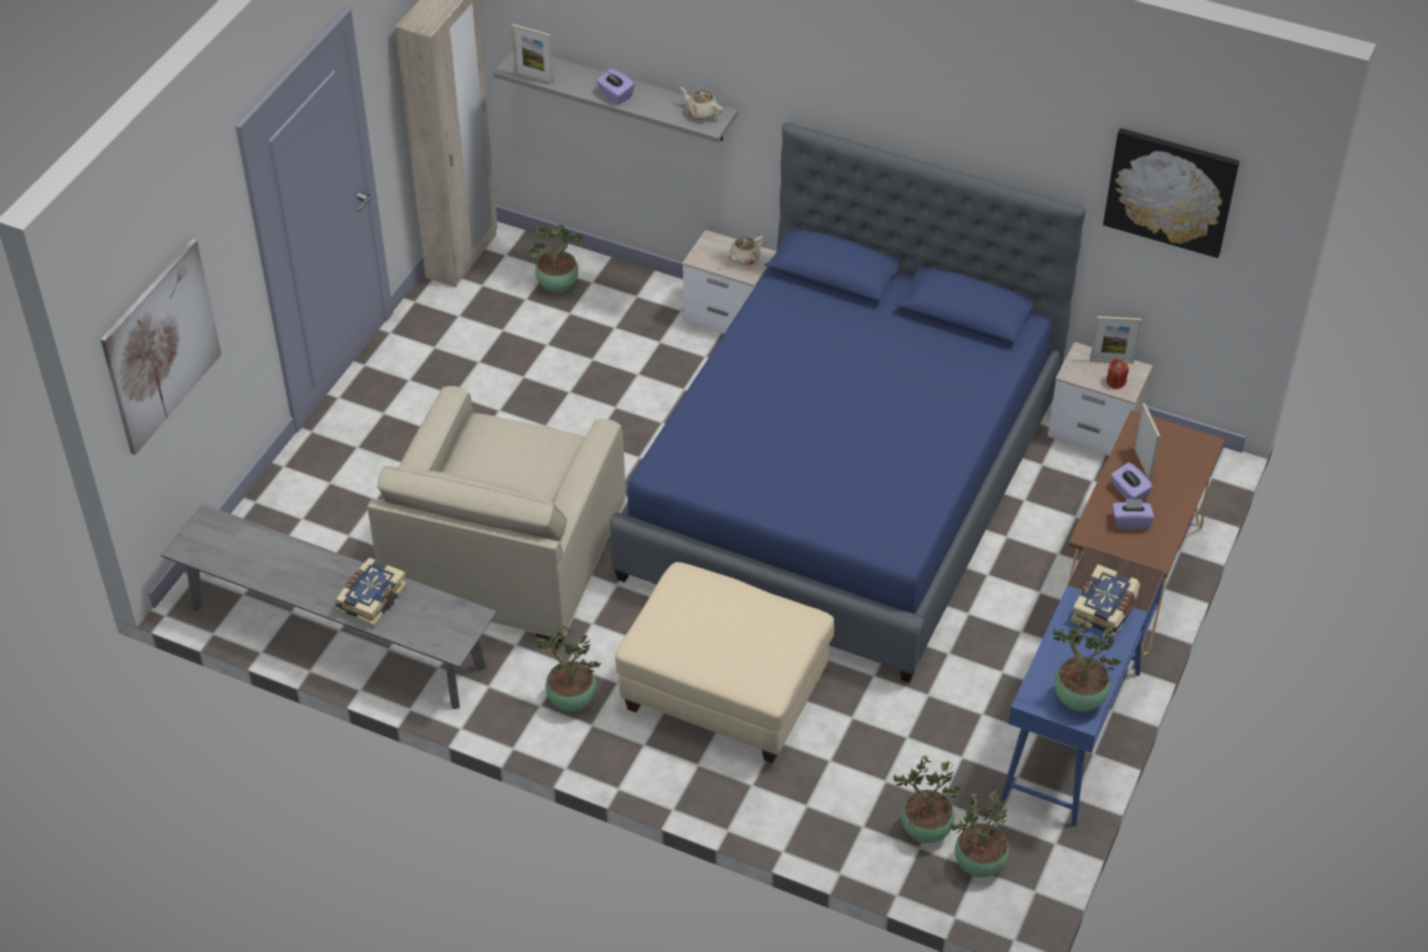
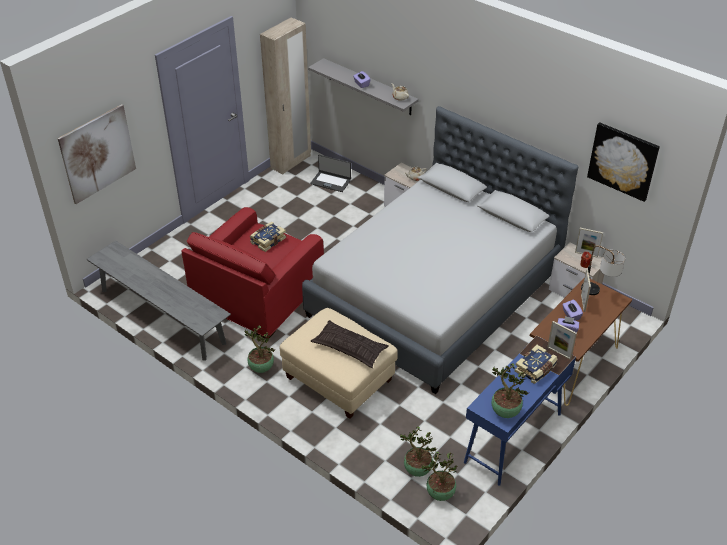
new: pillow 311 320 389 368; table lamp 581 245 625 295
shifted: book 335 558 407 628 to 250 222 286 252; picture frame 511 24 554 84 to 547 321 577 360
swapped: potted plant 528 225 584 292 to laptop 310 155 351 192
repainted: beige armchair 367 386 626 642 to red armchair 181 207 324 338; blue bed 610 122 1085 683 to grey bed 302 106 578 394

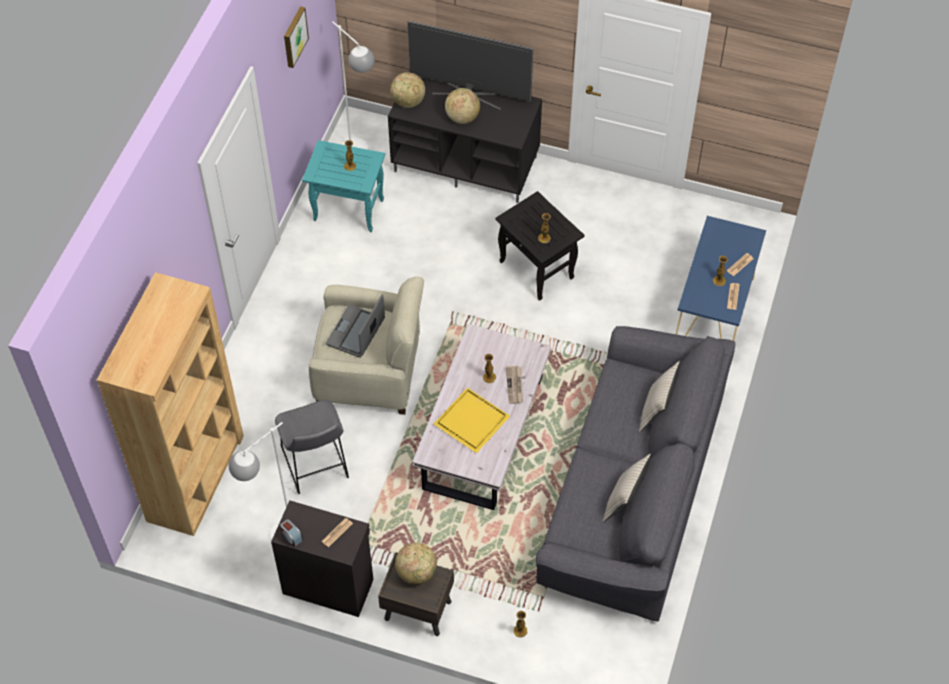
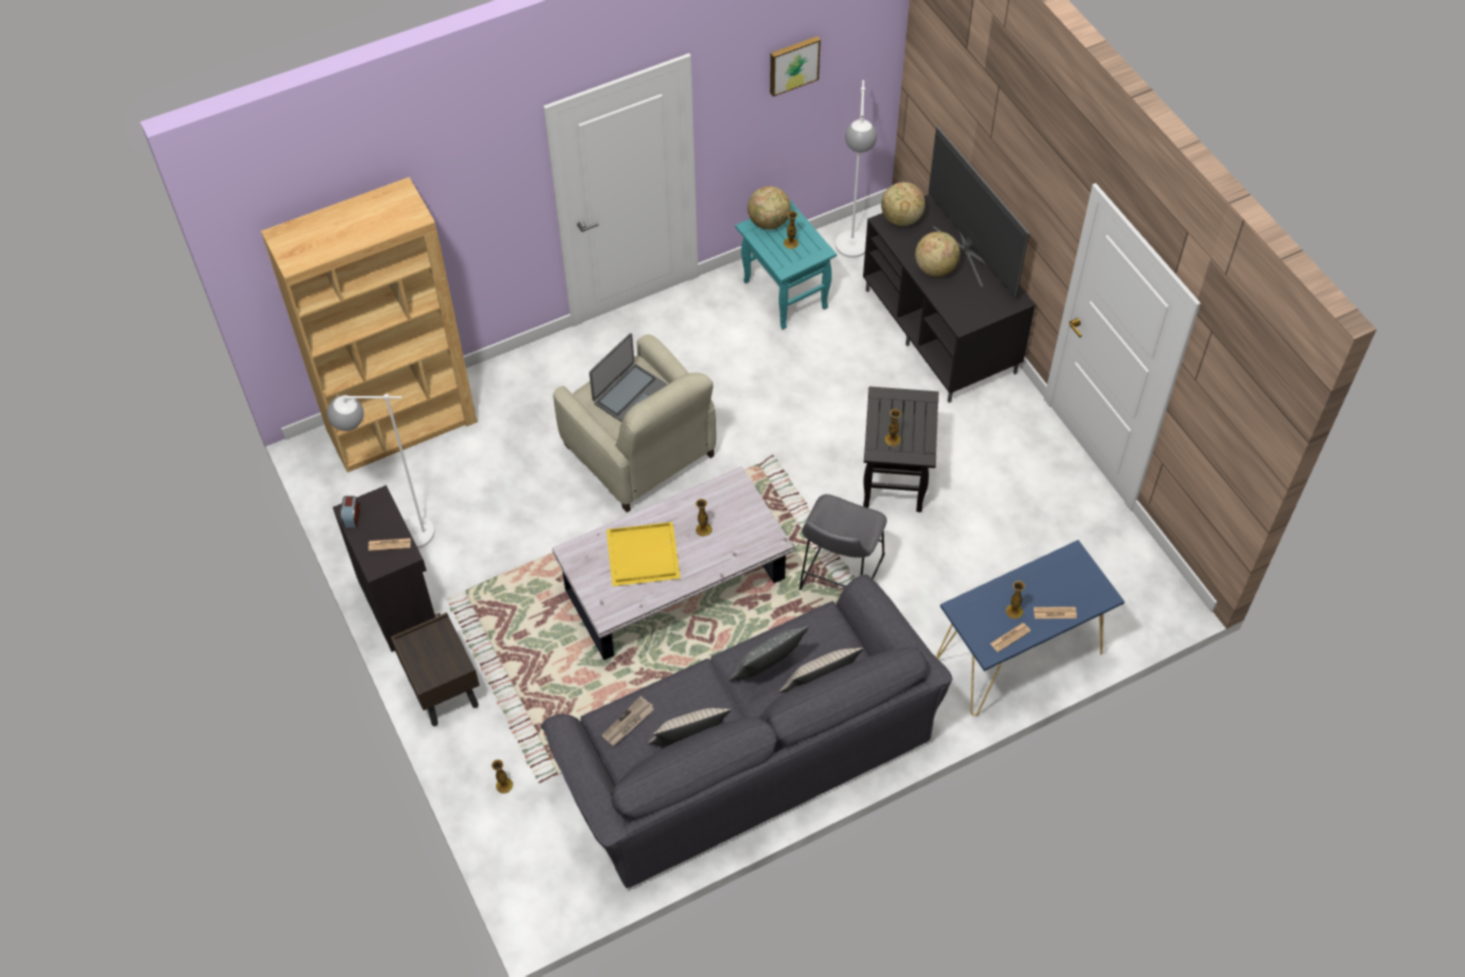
new: grey pillow 728 626 808 681
shifted: grey stool 275 400 349 494 to 799 494 887 590; globe 395 543 437 585 to 748 186 791 230; newspaper 506 366 523 404 to 602 696 654 746
rotated: laptop 326 295 385 358 = 589 333 668 422 150 degrees clockwise

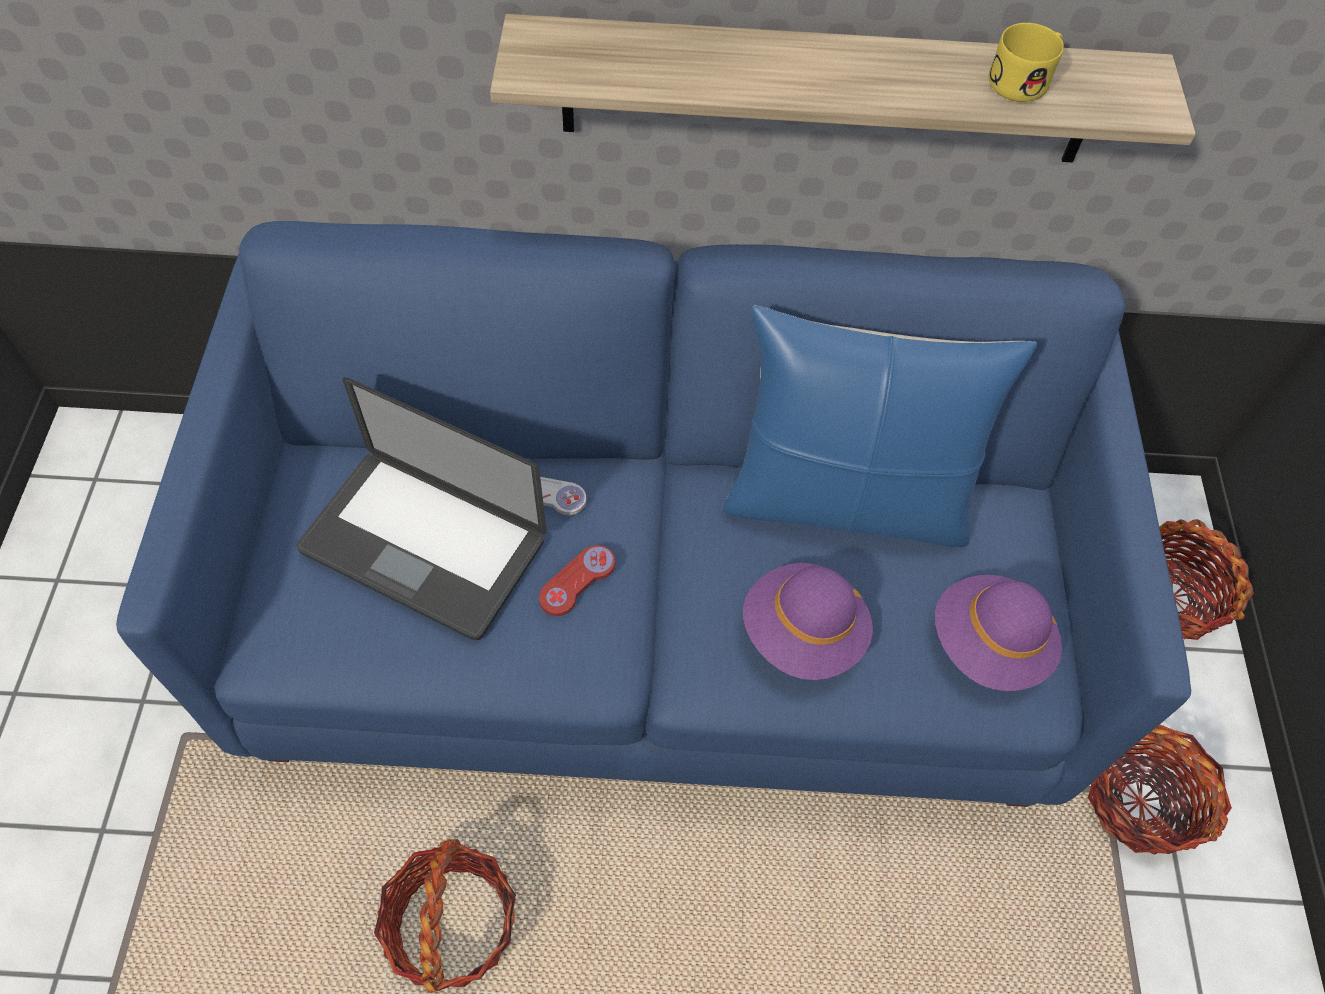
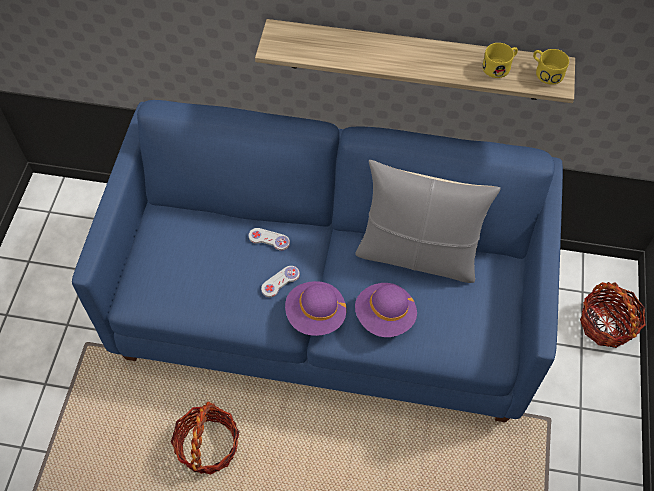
gone: laptop 296 377 547 640; basket 1088 724 1232 855
new: yellow mug 533 49 569 85
shifted: purple hat 935 575 1062 691 to 285 281 347 336
repainted: red game controller 539 545 615 616 to white game controller 261 266 300 297; blue pillow 723 306 1037 547 to grey pillow 355 160 500 283

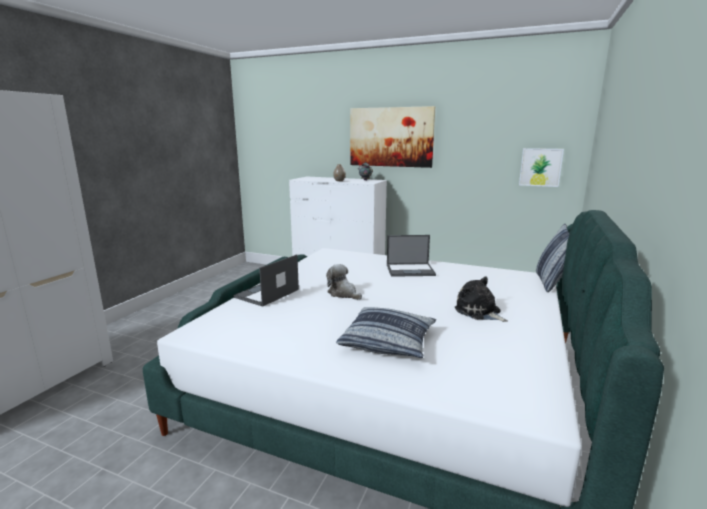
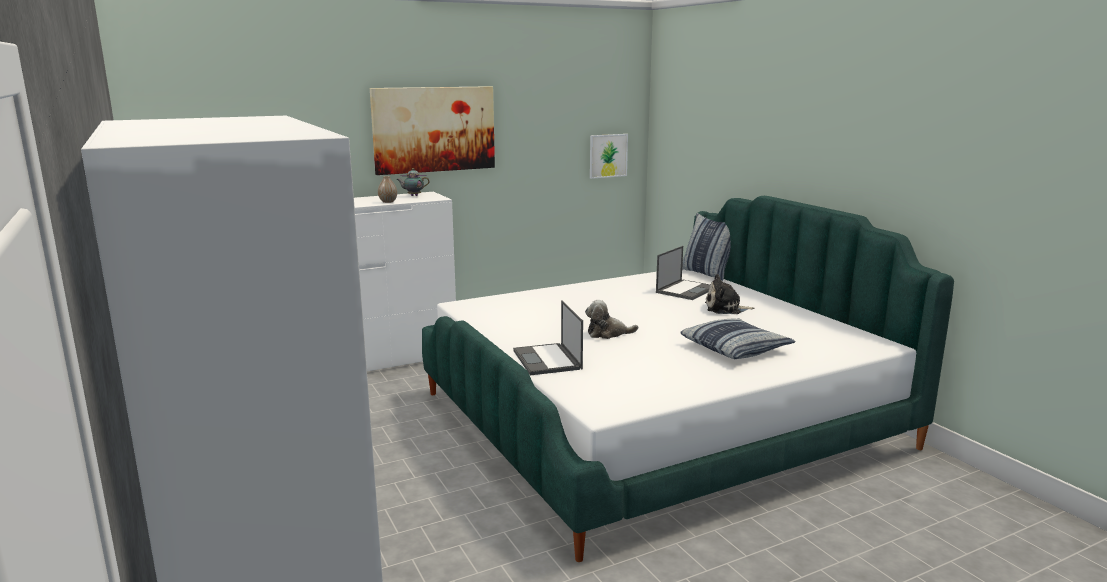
shifted: laptop 387 235 436 277 to 656 246 710 300

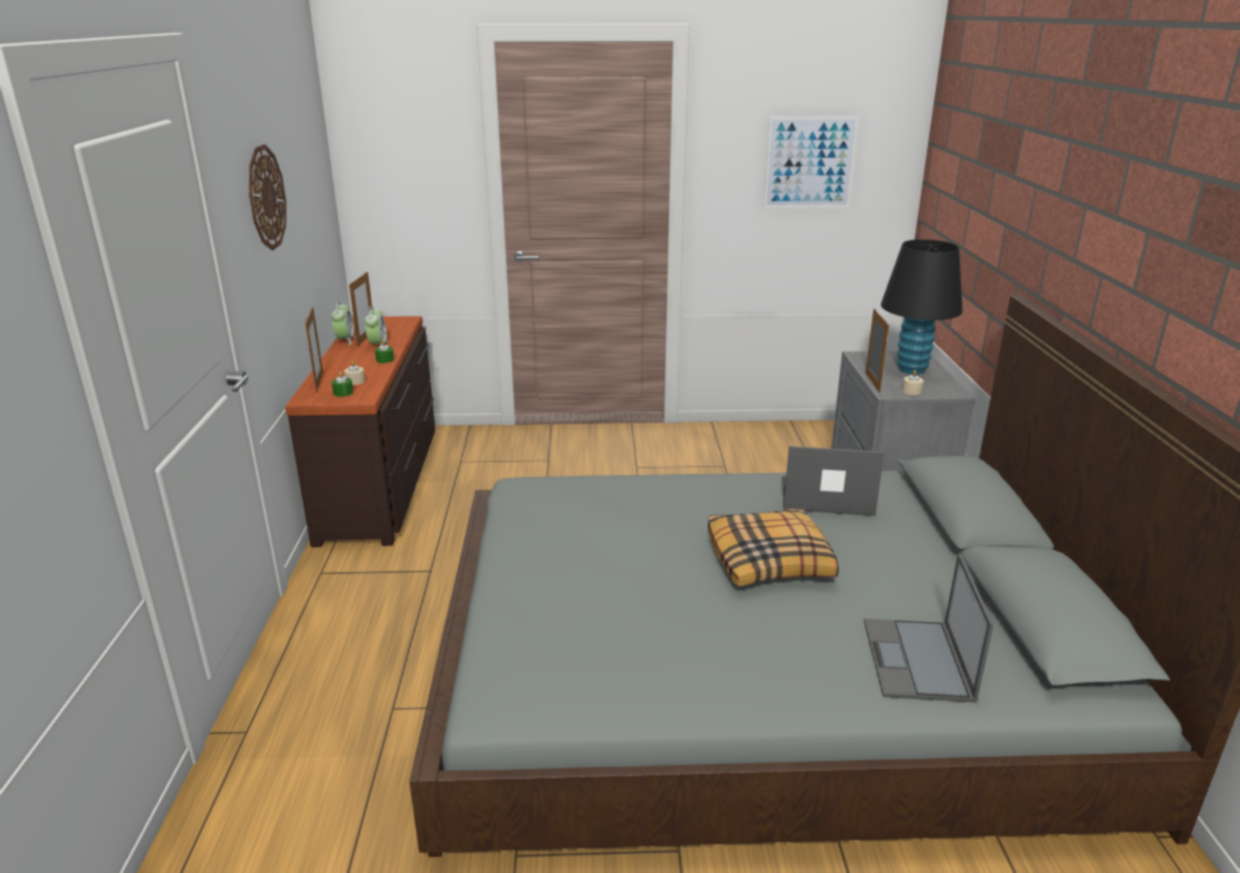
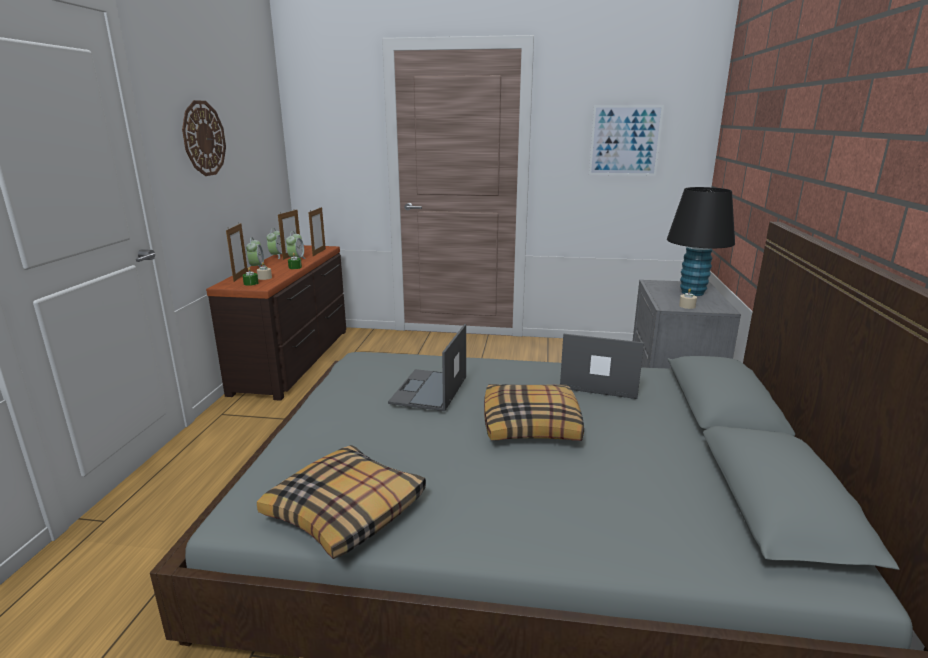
new: alarm clock 246 237 265 268; pillow 257 445 426 559
shifted: laptop 864 553 994 702 to 388 324 466 411; picture frame 865 309 889 393 to 308 206 326 256

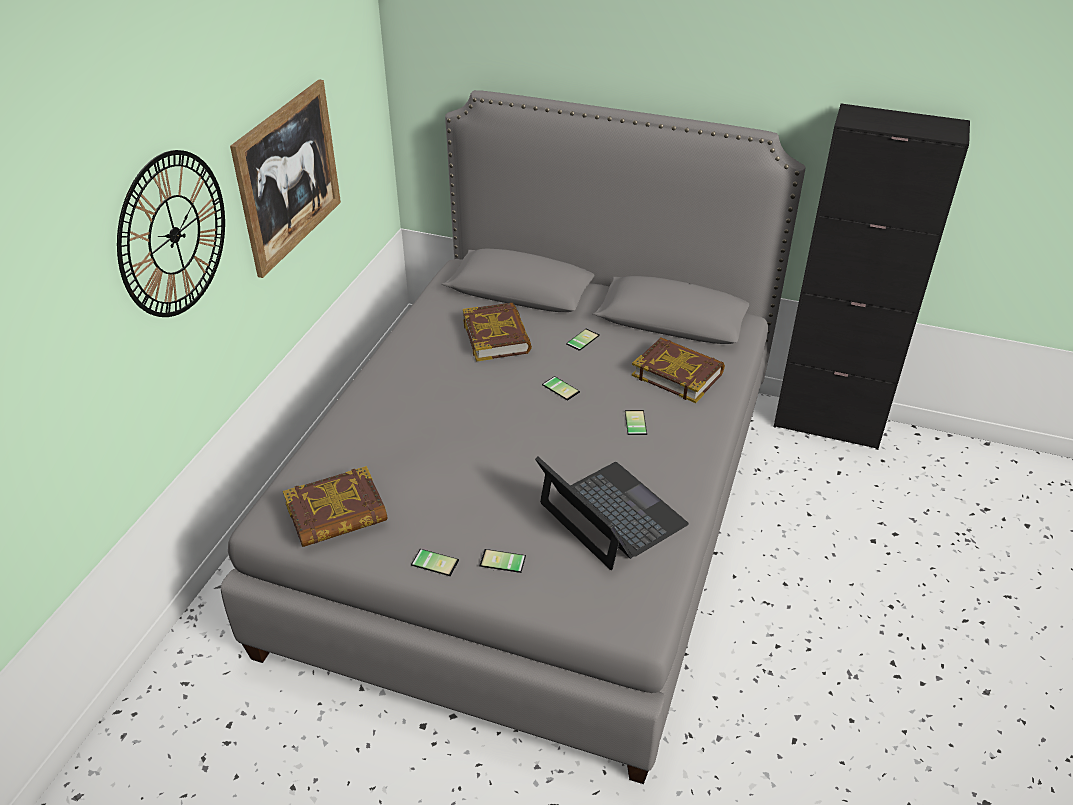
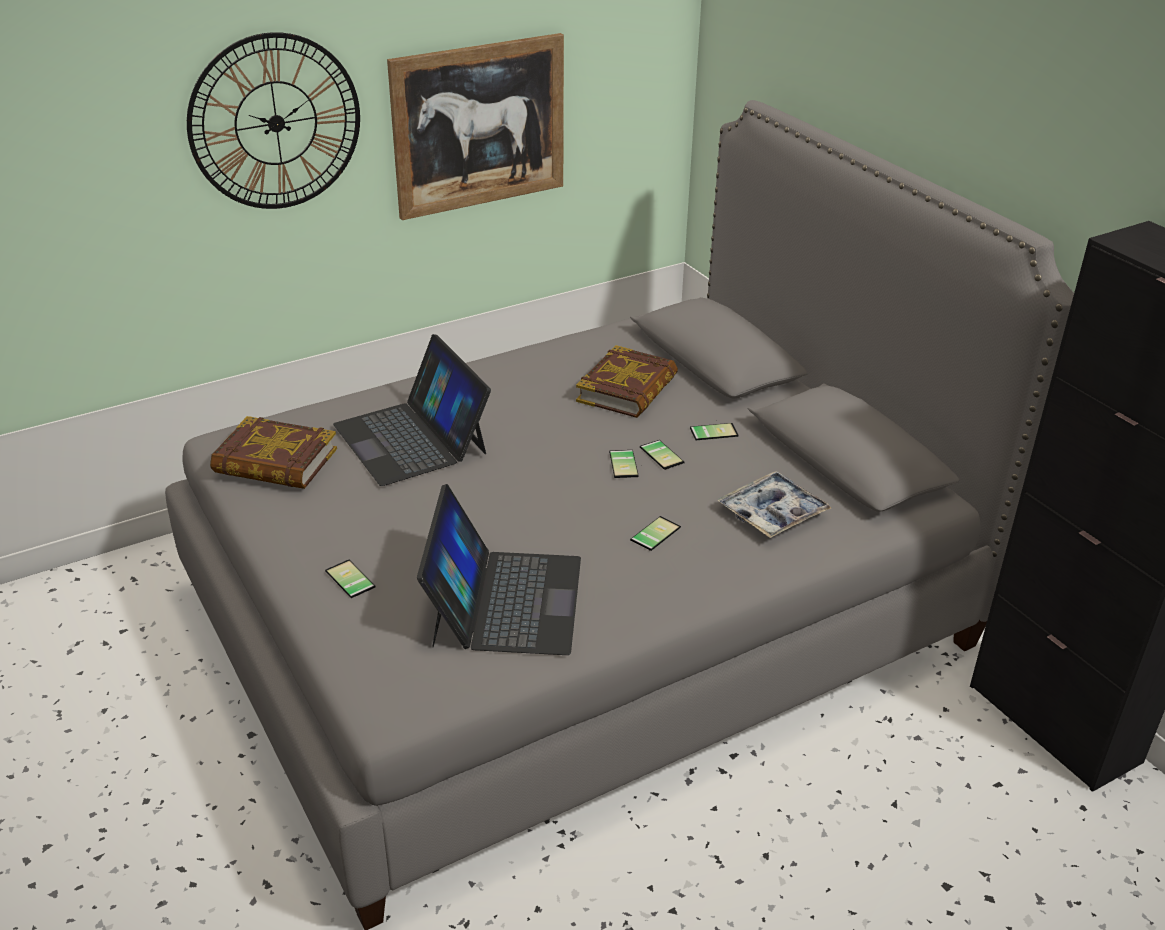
new: laptop 333 334 491 486
shifted: phone 411 549 459 576 to 640 440 684 470
swapped: book 632 338 725 403 to tray 717 471 831 538

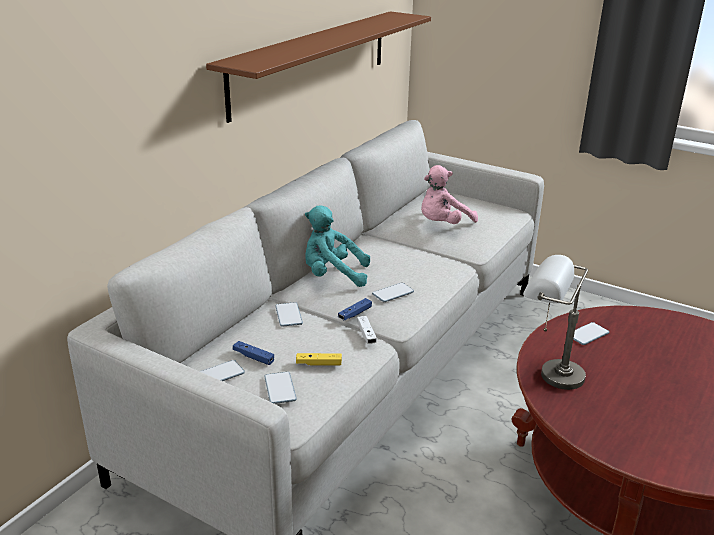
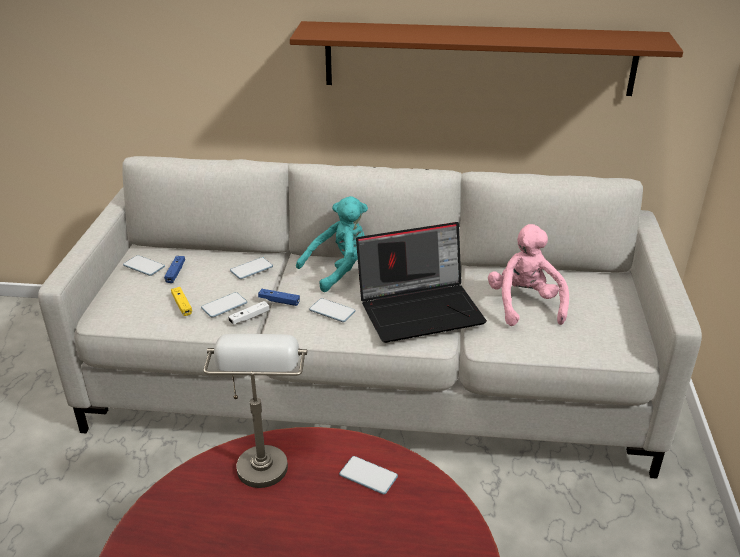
new: laptop 356 222 487 343
shifted: phone 264 372 297 404 to 201 292 247 318
rotated: turquoise plush toy 305 205 370 287 = 296 196 368 292 75 degrees clockwise; pink plush toy 421 165 478 224 = 488 224 569 326 60 degrees clockwise

